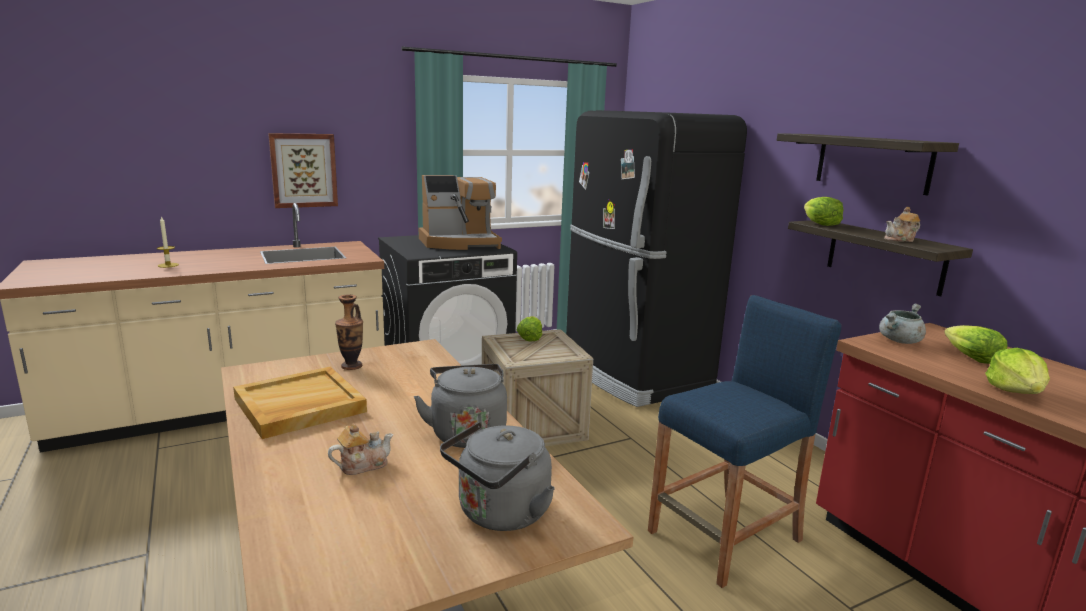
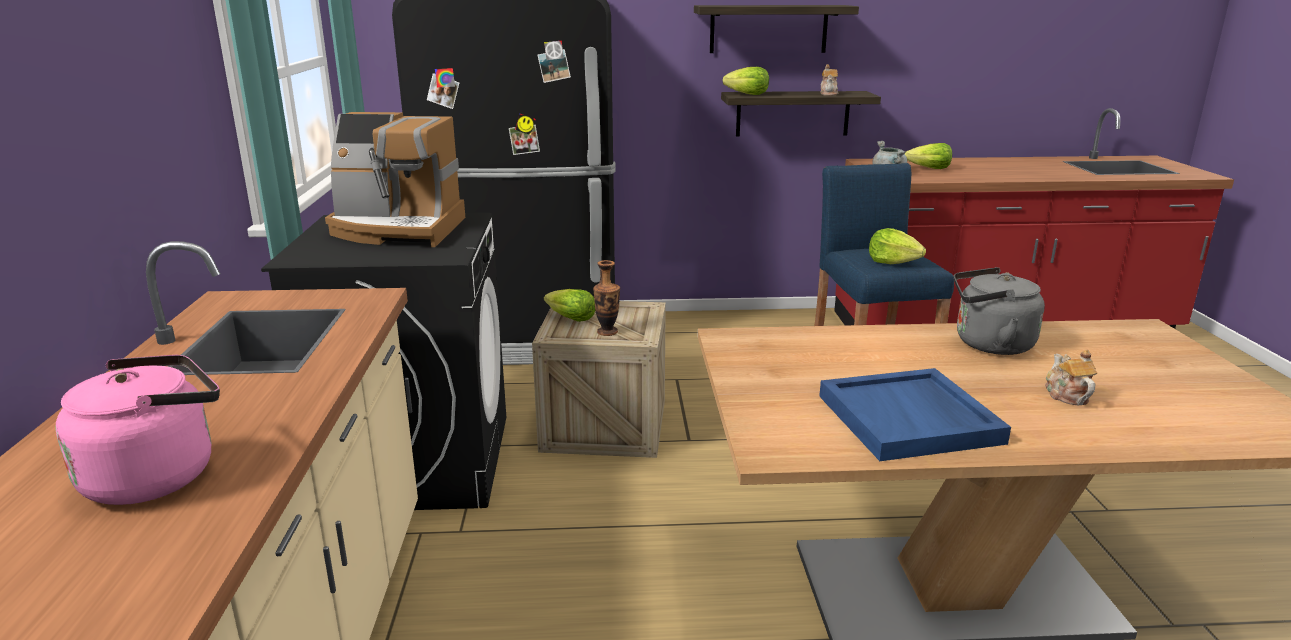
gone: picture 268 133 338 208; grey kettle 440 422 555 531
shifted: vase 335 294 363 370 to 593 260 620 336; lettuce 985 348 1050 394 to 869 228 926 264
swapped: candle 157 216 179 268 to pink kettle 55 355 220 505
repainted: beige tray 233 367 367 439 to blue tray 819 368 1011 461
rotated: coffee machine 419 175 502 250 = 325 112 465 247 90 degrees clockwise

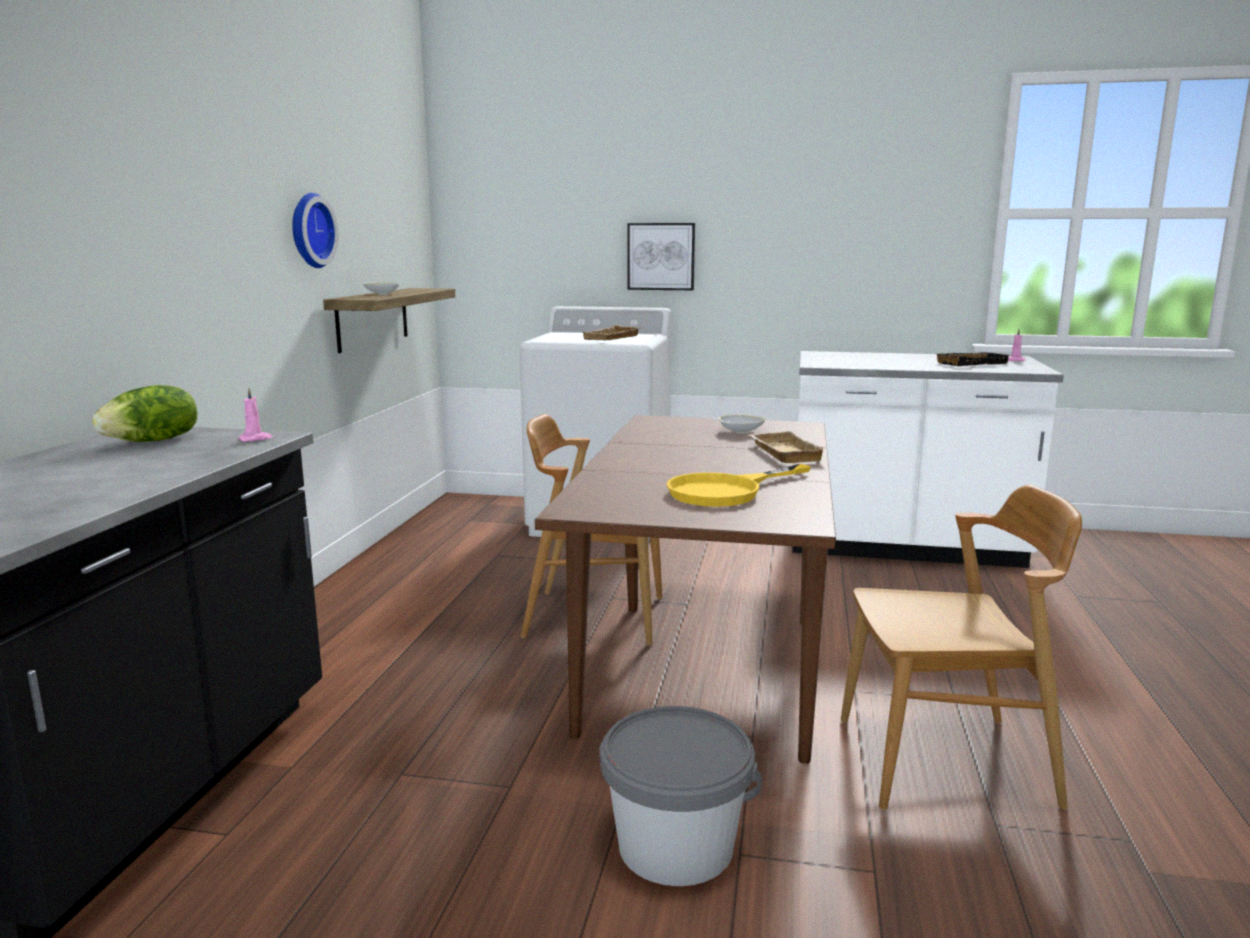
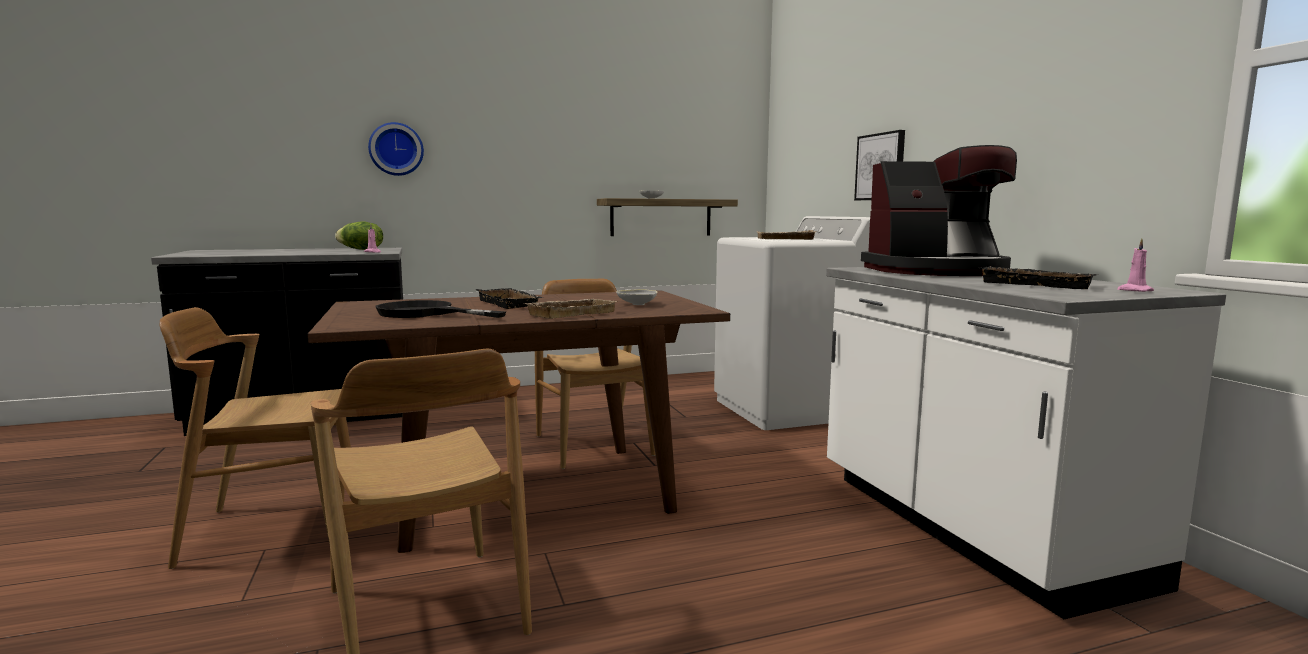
new: black tray 476 288 543 309; coffee machine 861 145 1017 276
shifted: wall clock 292 193 339 268 to 368 122 424 176
swapped: grey bucket 599 706 762 886 to brown chair 160 307 351 569
repainted: yellow frying pan 666 464 811 507 to black frying pan 376 300 506 318

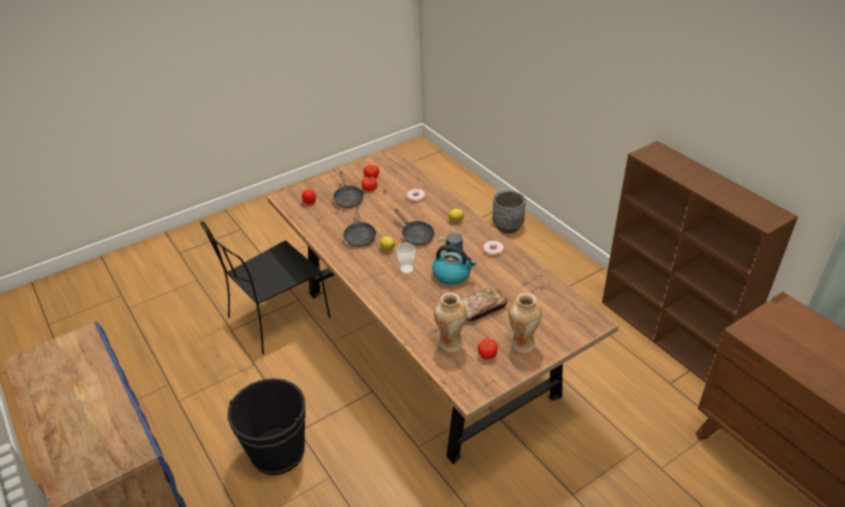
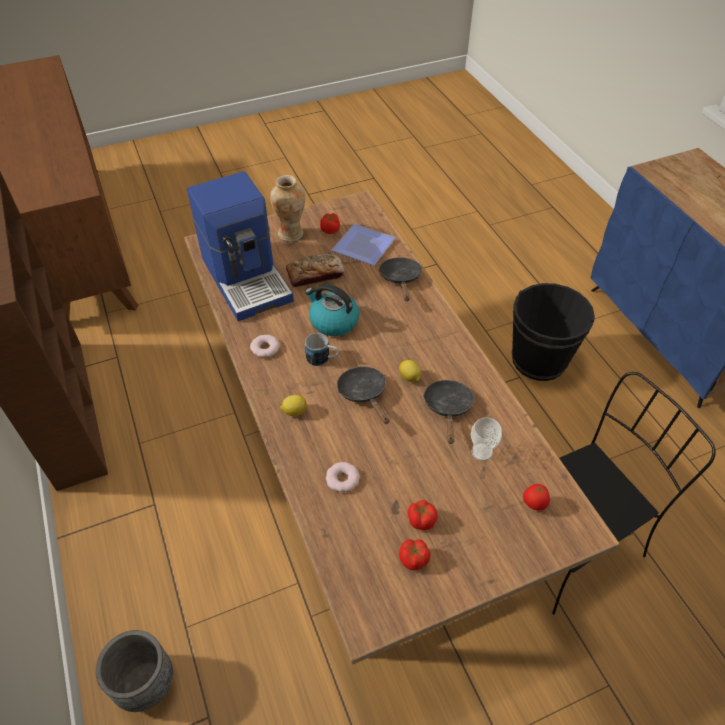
new: coffee machine 187 171 294 321
shifted: black frying pan 333 171 364 208 to 379 257 422 301; cup 396 243 416 274 to 471 417 502 461
swapped: vase 434 292 467 352 to plate 331 224 395 266

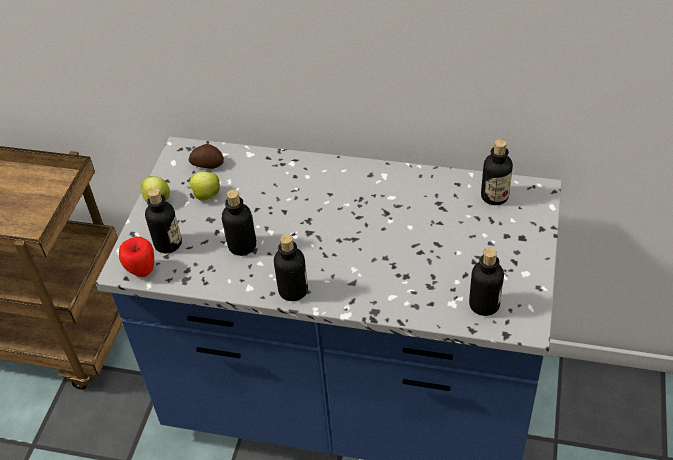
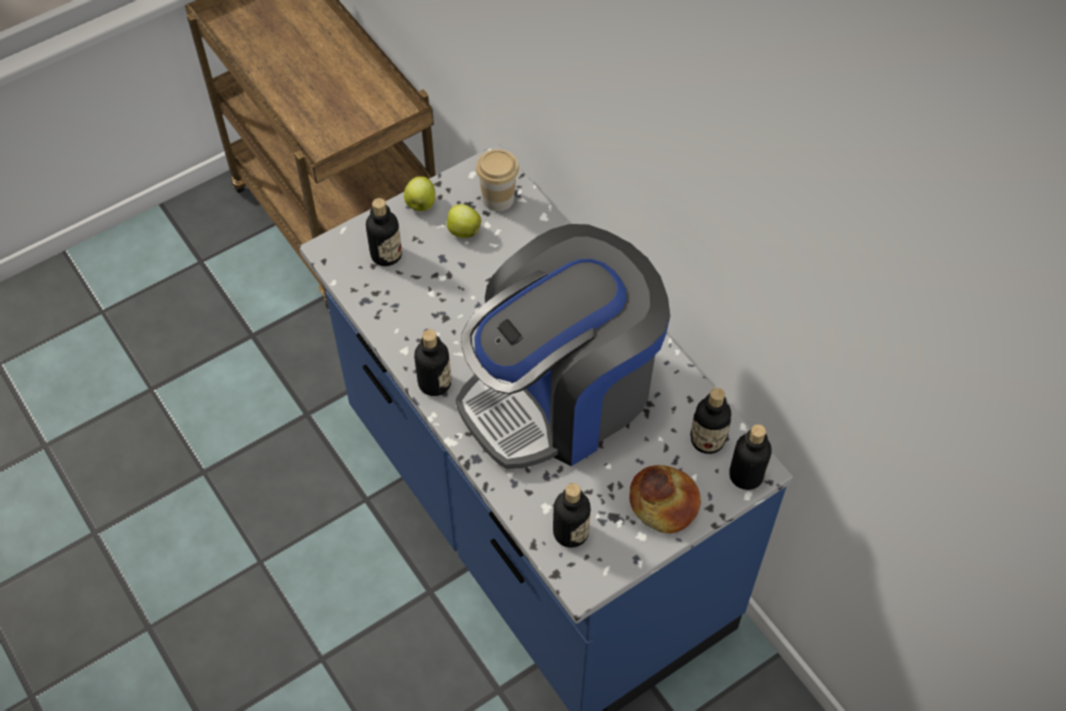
gone: apple 119 237 154 277
new: coffee machine 456 224 670 469; bread 629 465 701 533
shifted: bottle 222 190 257 256 to 729 424 772 490
swapped: potato 189 144 224 169 to cup 476 149 519 211

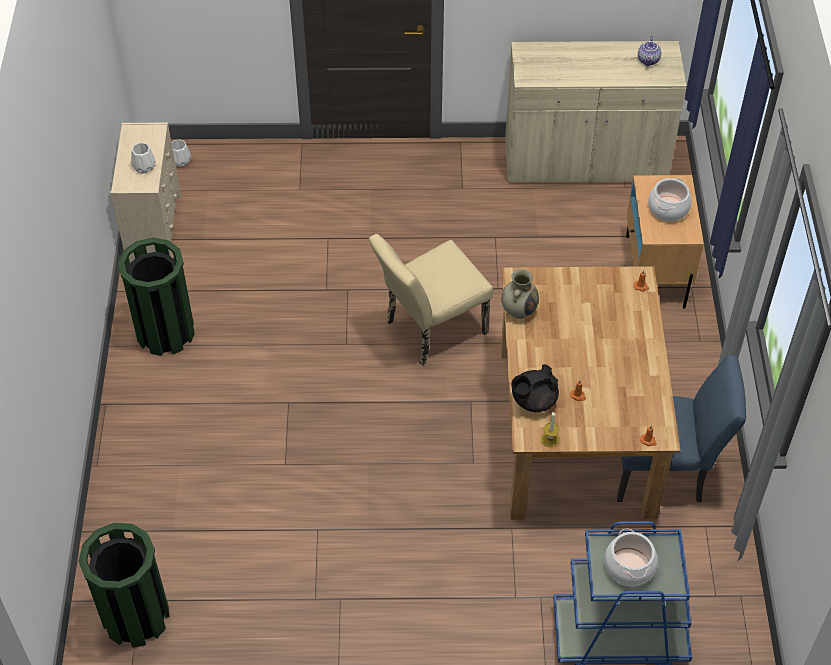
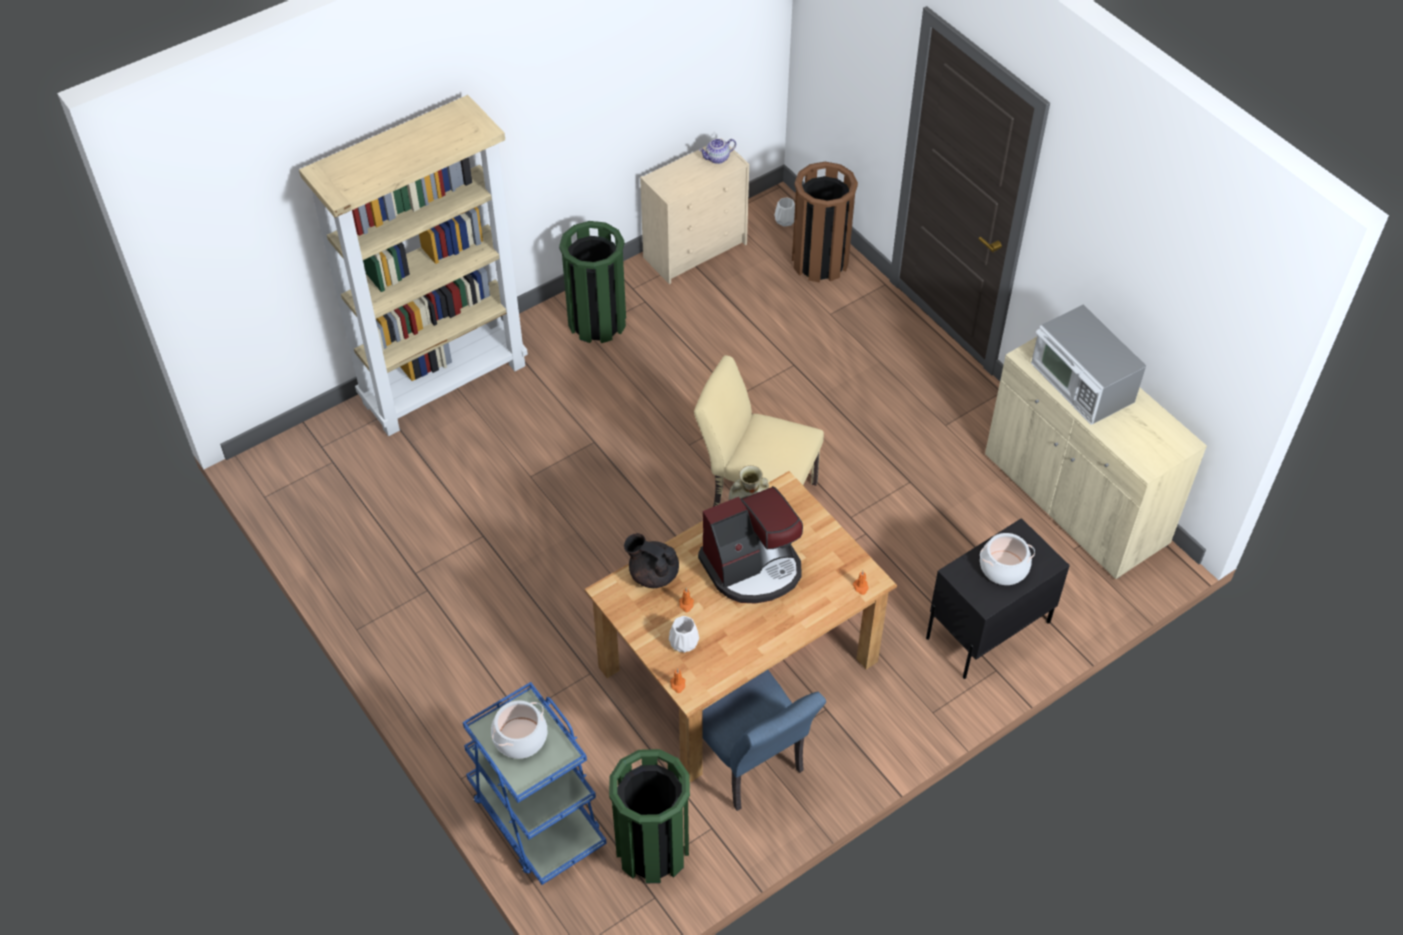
gone: candle 541 411 559 447
new: beige bookcase 299 95 528 436; coffee machine 698 486 803 604; brown trash can 792 162 858 283; microwave 1031 304 1146 425
shifted: green trash can 78 523 170 648 to 609 749 690 883; white vase 131 143 156 173 to 669 616 699 653; teapot 638 36 661 66 to 699 138 736 164
repainted: beige nightstand 626 175 704 309 to black nightstand 926 518 1070 679

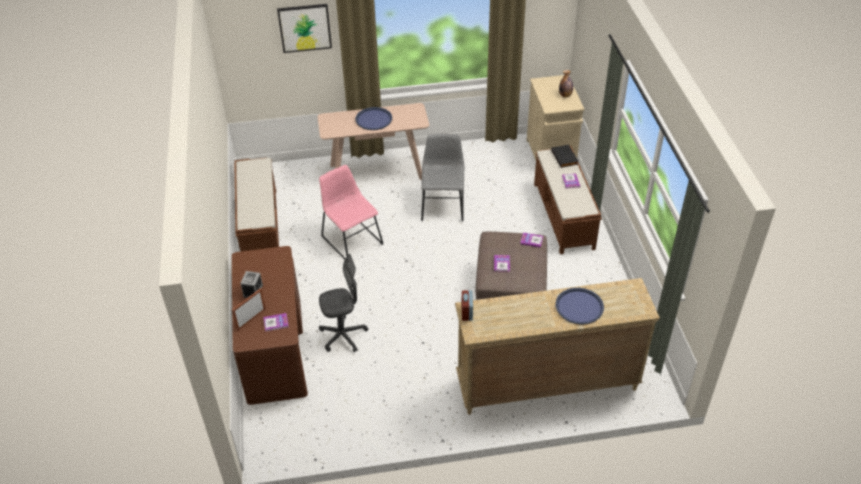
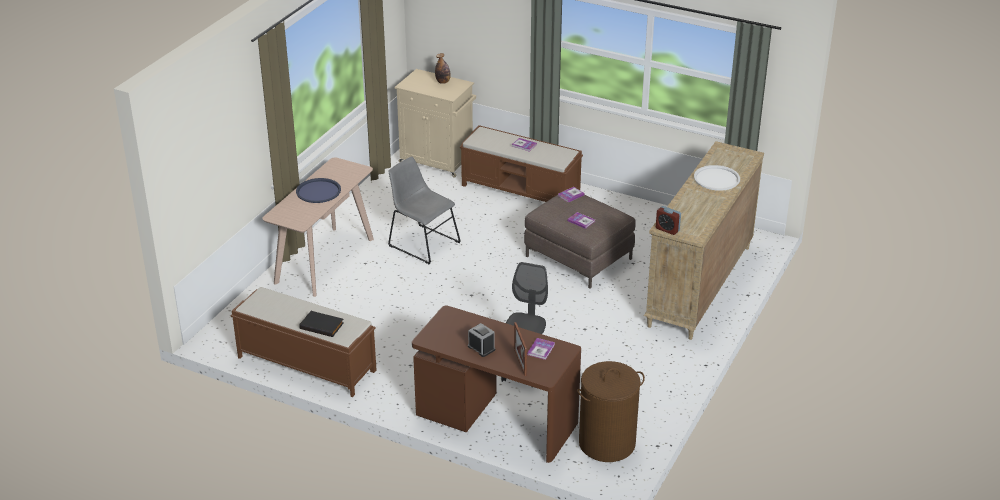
gone: picture 277 4 332 53; pink chair 319 165 383 260
new: brown laundry basket 577 361 645 462
shifted: black book 551 145 579 168 to 299 311 344 337
repainted: blue tray 556 288 604 324 to white tray 694 165 740 191

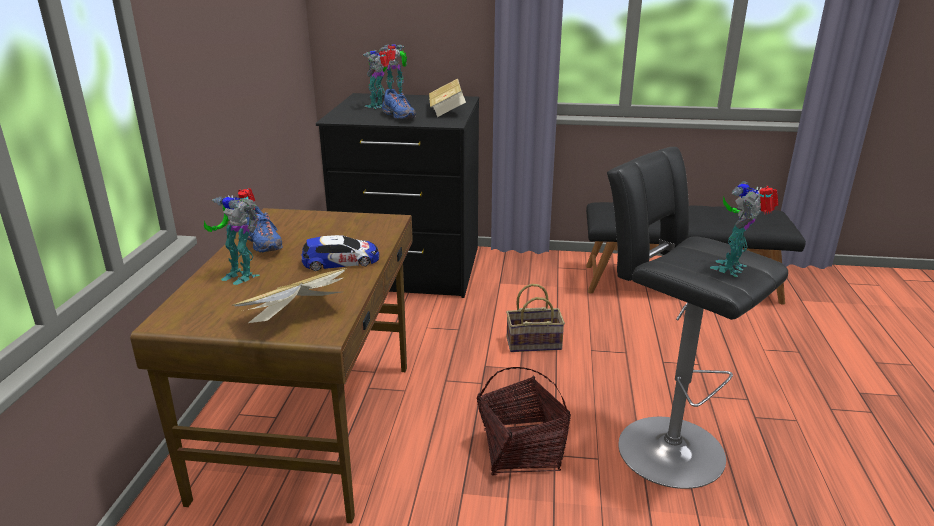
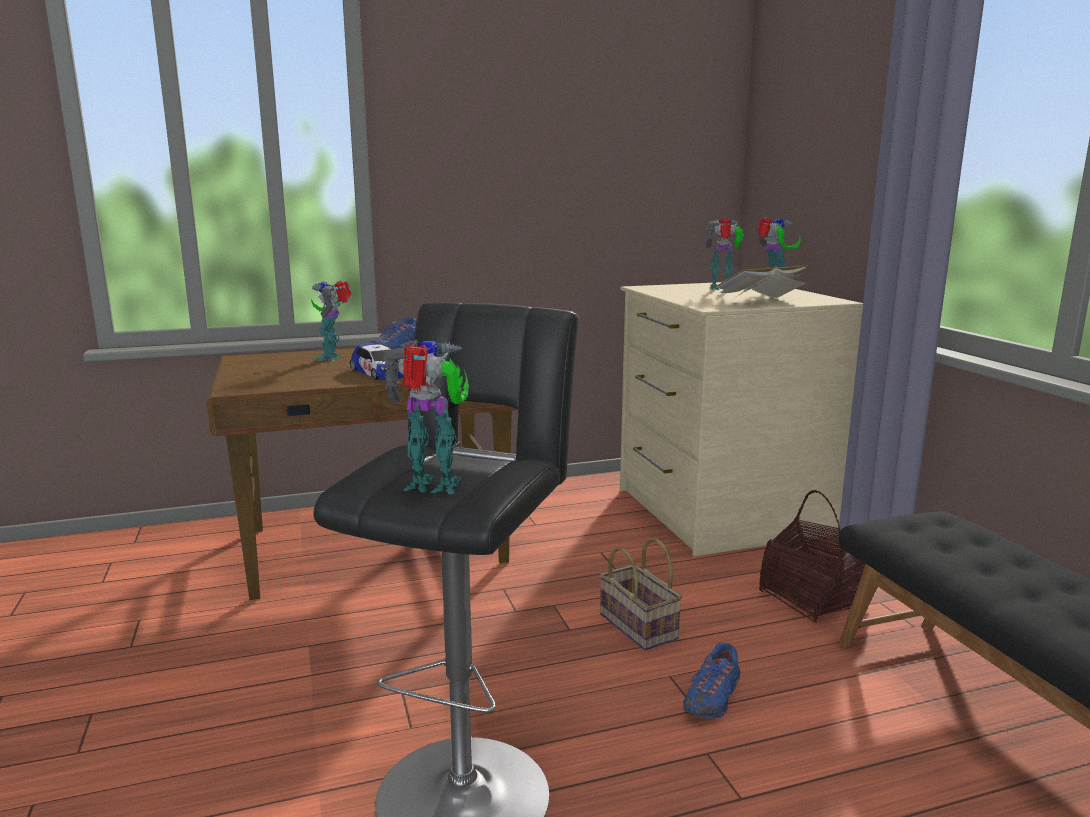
gone: book 232 268 347 323
shifted: blue shoe 382 89 416 119 to 683 643 740 720; basket 477 367 571 476 to 759 490 865 623
repainted: black dresser 316 93 479 298 to beige dresser 620 282 863 557

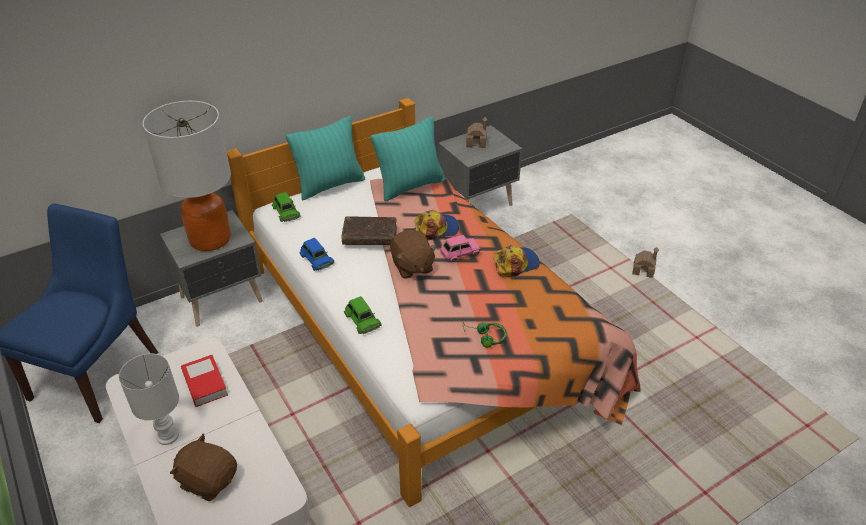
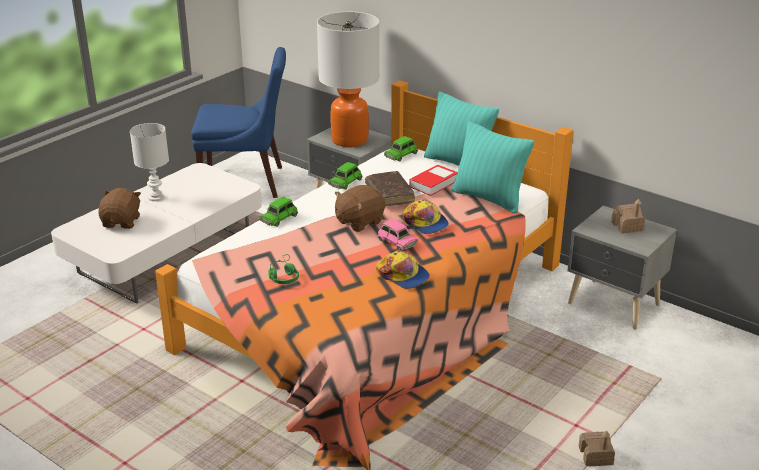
shifted: book 181 355 228 407 to 409 165 458 196
repainted: blue toy car 299 238 334 271 to green toy car 328 162 362 190

